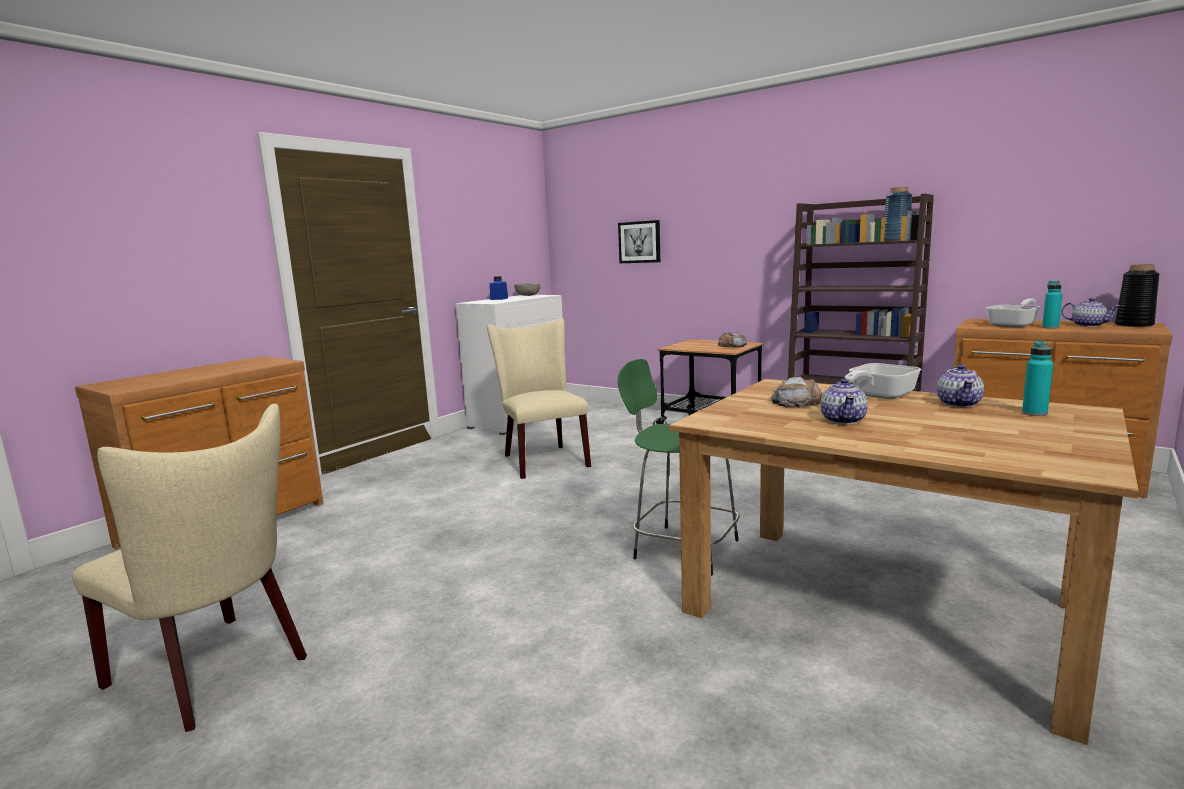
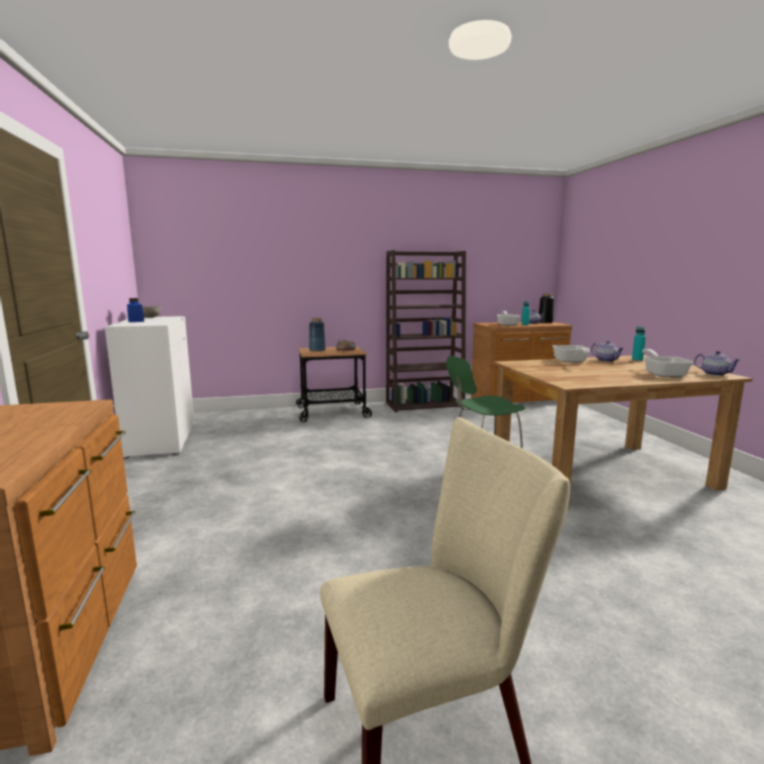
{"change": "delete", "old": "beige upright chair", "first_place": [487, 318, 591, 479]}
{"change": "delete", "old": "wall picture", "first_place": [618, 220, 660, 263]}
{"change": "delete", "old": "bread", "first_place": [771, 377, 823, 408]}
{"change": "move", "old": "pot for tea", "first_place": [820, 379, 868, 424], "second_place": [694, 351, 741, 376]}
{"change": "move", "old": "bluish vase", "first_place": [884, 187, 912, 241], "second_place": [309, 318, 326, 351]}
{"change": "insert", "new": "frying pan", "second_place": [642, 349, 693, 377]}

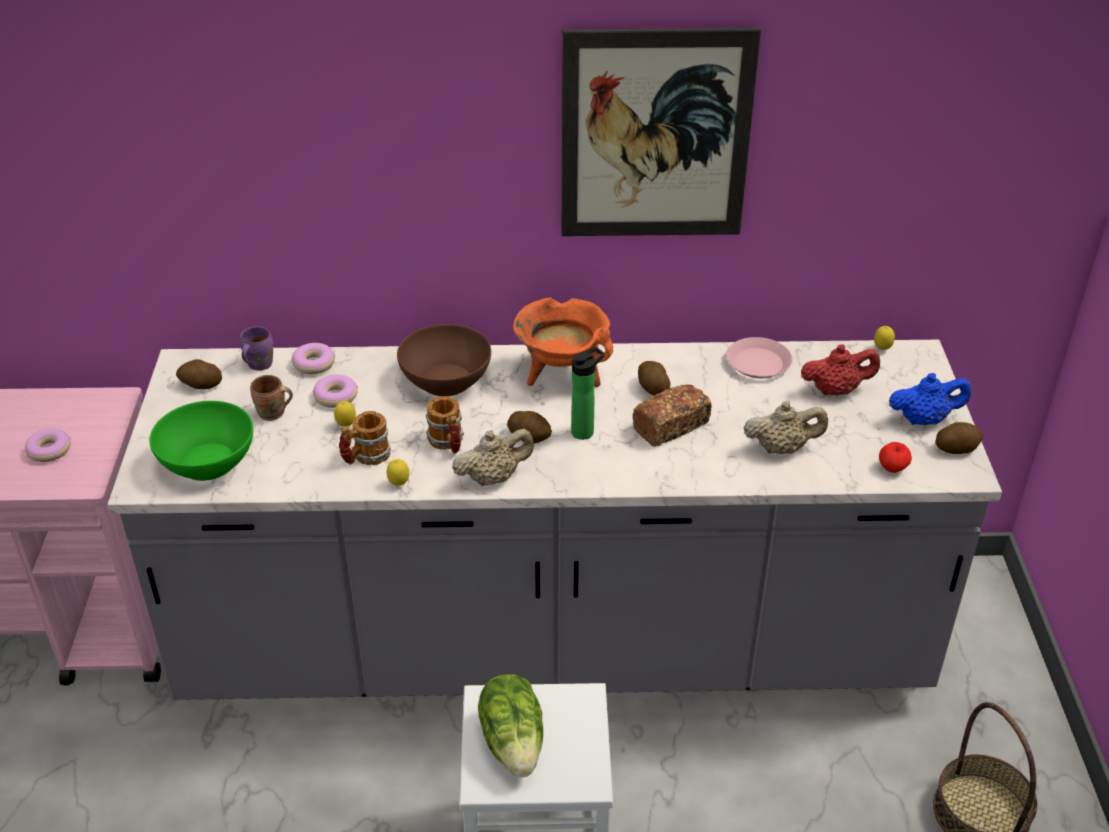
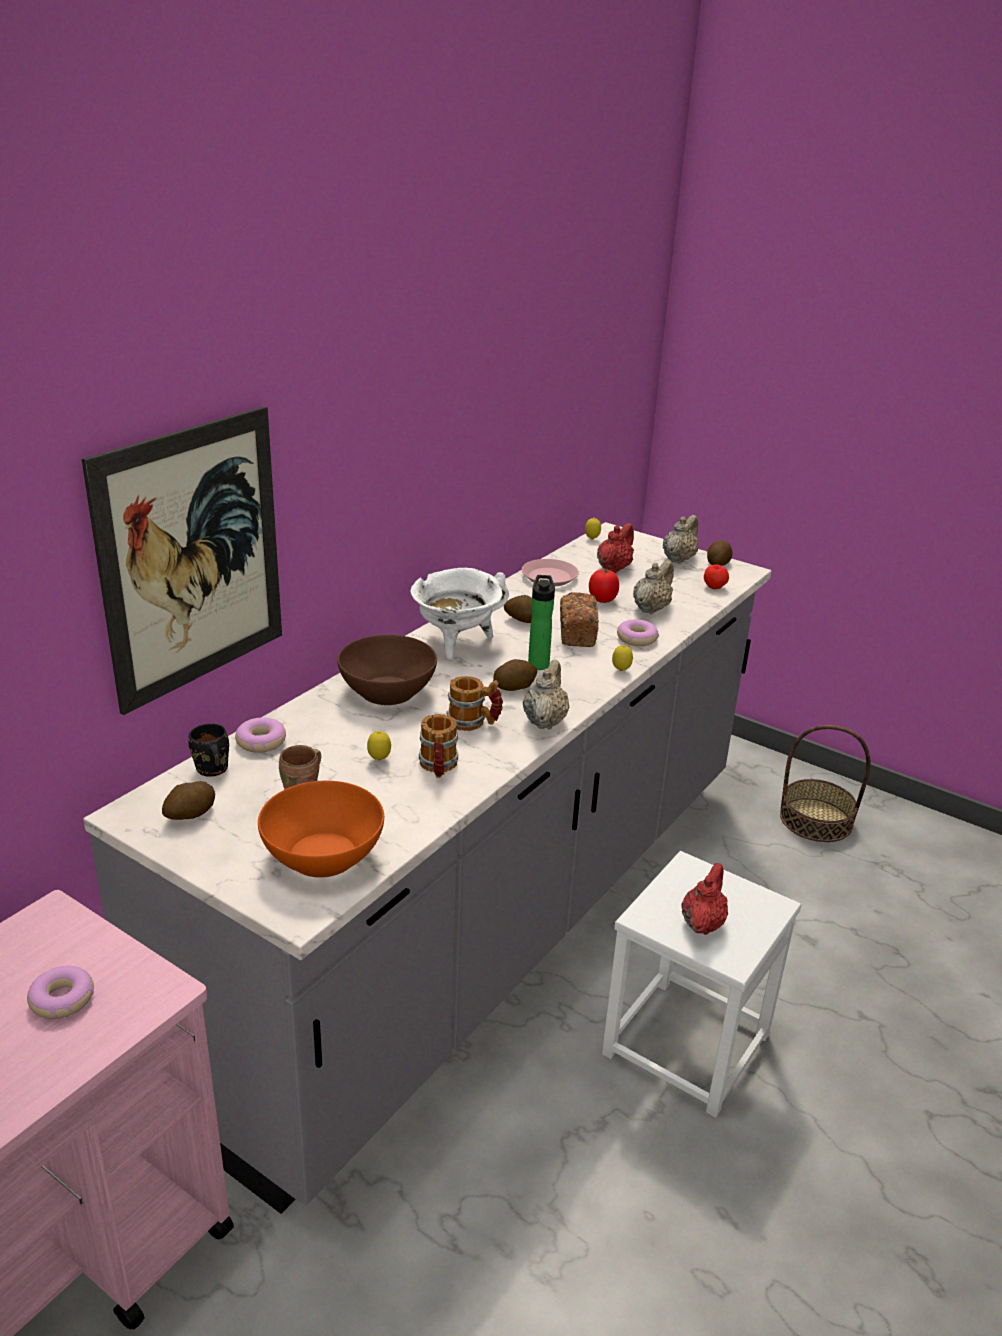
{"change": "recolor", "old": "green deep dish", "new": "orange-coloured deep dish", "first_place": [149, 401, 253, 481], "second_place": [258, 780, 384, 878]}
{"change": "recolor", "old": "purple tea mug", "new": "black-coloured tea mug", "first_place": [240, 326, 273, 371], "second_place": [188, 724, 229, 777]}
{"change": "move", "old": "donut", "first_place": [313, 374, 358, 408], "second_place": [617, 619, 659, 646]}
{"change": "move", "old": "lemon", "first_place": [387, 459, 409, 486], "second_place": [612, 645, 633, 671]}
{"change": "replace", "old": "head of lettuce", "new": "reddish pot for tea", "first_place": [478, 674, 543, 778], "second_place": [681, 863, 728, 935]}
{"change": "recolor", "old": "orange-coloured cooking pot", "new": "whitish cooking pot", "first_place": [513, 297, 613, 387], "second_place": [411, 568, 509, 661]}
{"change": "move", "old": "wall picture", "first_place": [562, 28, 761, 236], "second_place": [82, 406, 282, 715]}
{"change": "recolor", "old": "bluish pot for tea", "new": "beige pot for tea", "first_place": [889, 373, 971, 425], "second_place": [663, 515, 699, 564]}
{"change": "insert", "new": "whole tomato", "second_place": [589, 569, 619, 603]}

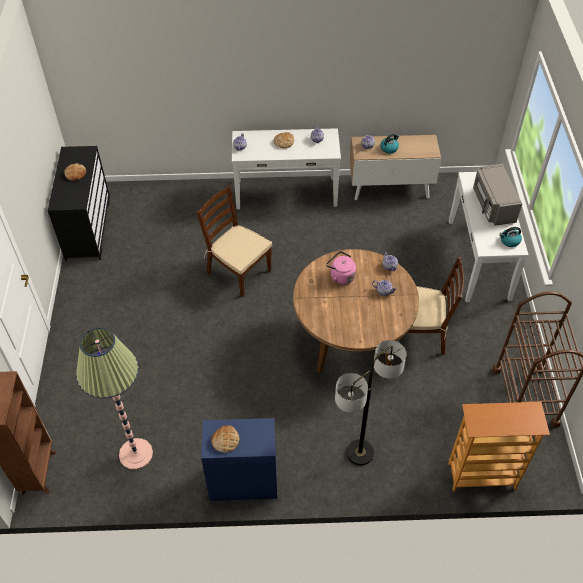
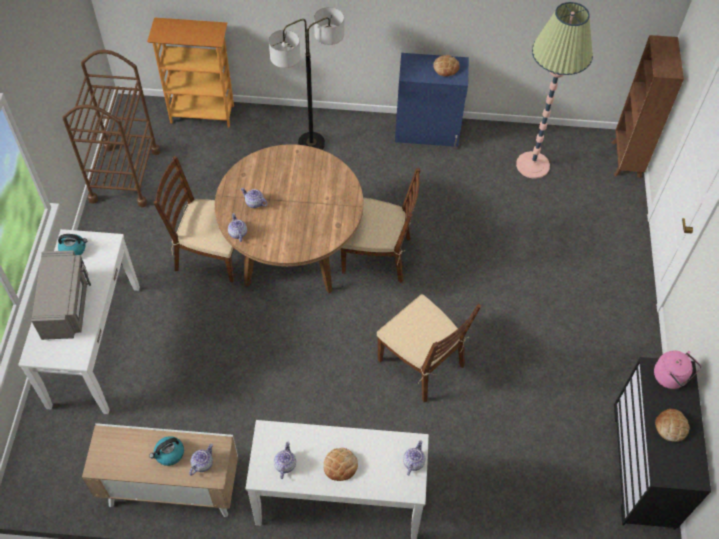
{"change": "move", "old": "pink water kettle", "first_place": [326, 251, 356, 285], "second_place": [654, 351, 701, 389]}
{"change": "insert", "new": "brown upright chair", "second_place": [341, 168, 420, 283]}

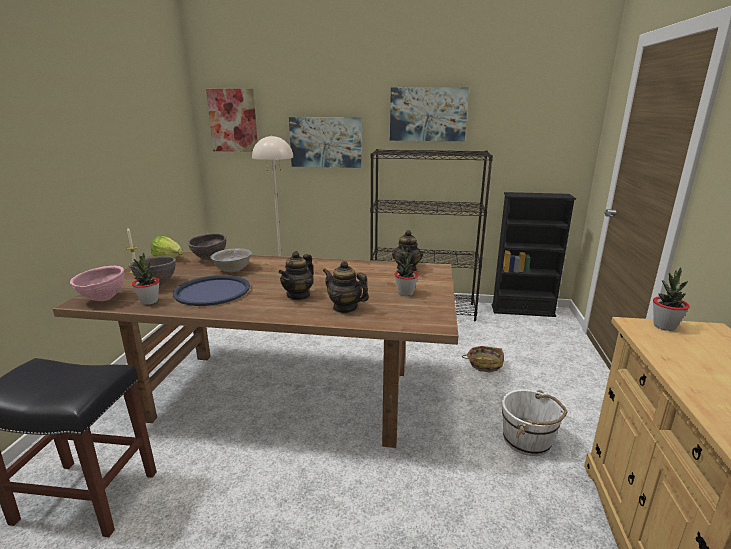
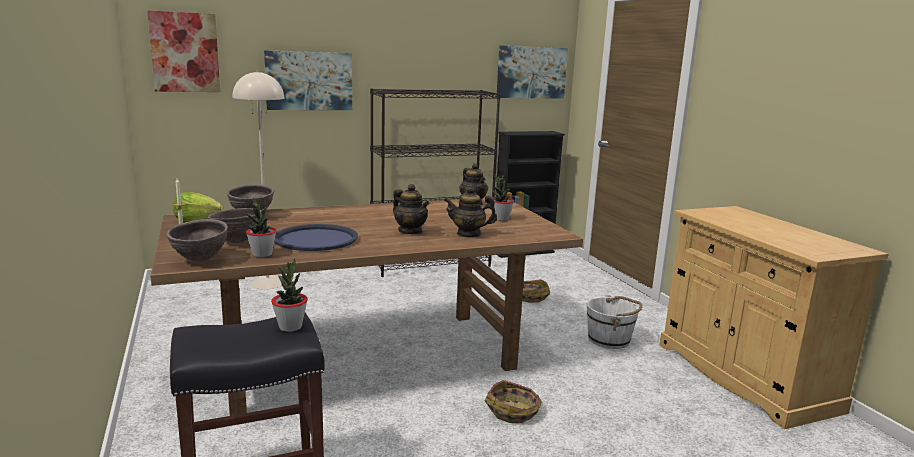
{"change": "recolor", "old": "pink deep dish", "new": "brown deep dish", "first_place": [70, 266, 124, 301], "second_place": [166, 219, 228, 262]}
{"change": "delete", "old": "whitish deep dish", "first_place": [210, 248, 252, 272]}
{"change": "rotate", "old": "pot for tea", "first_place": [278, 251, 314, 300], "second_place": [393, 184, 430, 234], "degrees": -45}
{"change": "move", "old": "wall picture", "first_place": [390, 87, 469, 141], "second_place": [496, 45, 568, 99]}
{"change": "move", "old": "potted plant", "first_place": [653, 267, 690, 331], "second_place": [271, 258, 308, 332]}
{"change": "insert", "new": "storage basket", "second_place": [485, 380, 542, 423]}

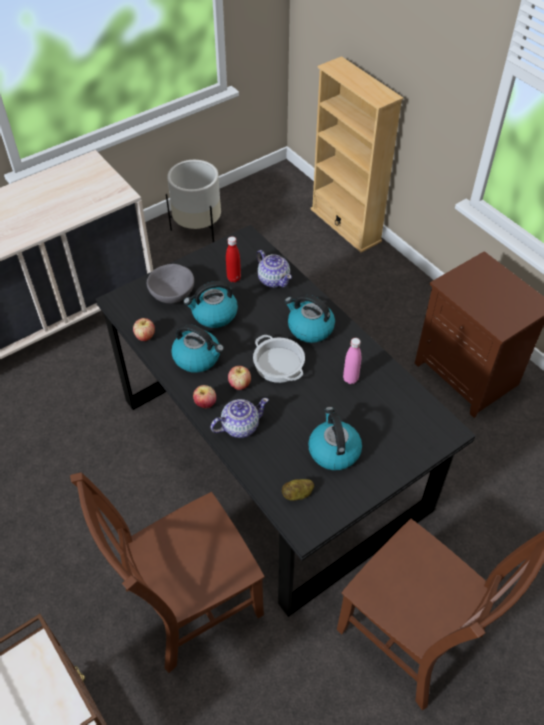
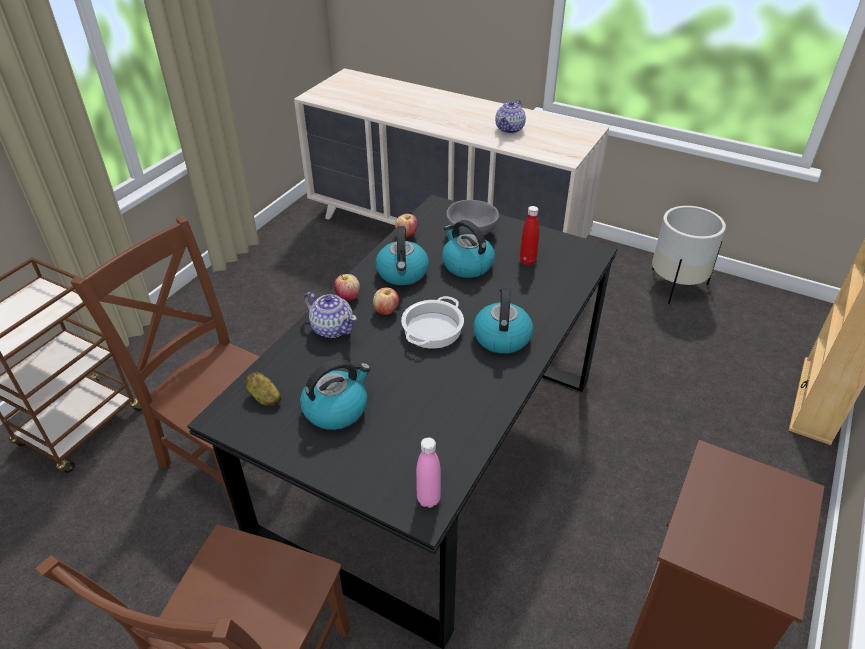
{"change": "move", "old": "pot for tea", "first_place": [256, 250, 292, 288], "second_place": [495, 100, 526, 134]}
{"change": "move", "old": "pink drink bottle", "first_place": [343, 338, 361, 384], "second_place": [416, 437, 441, 508]}

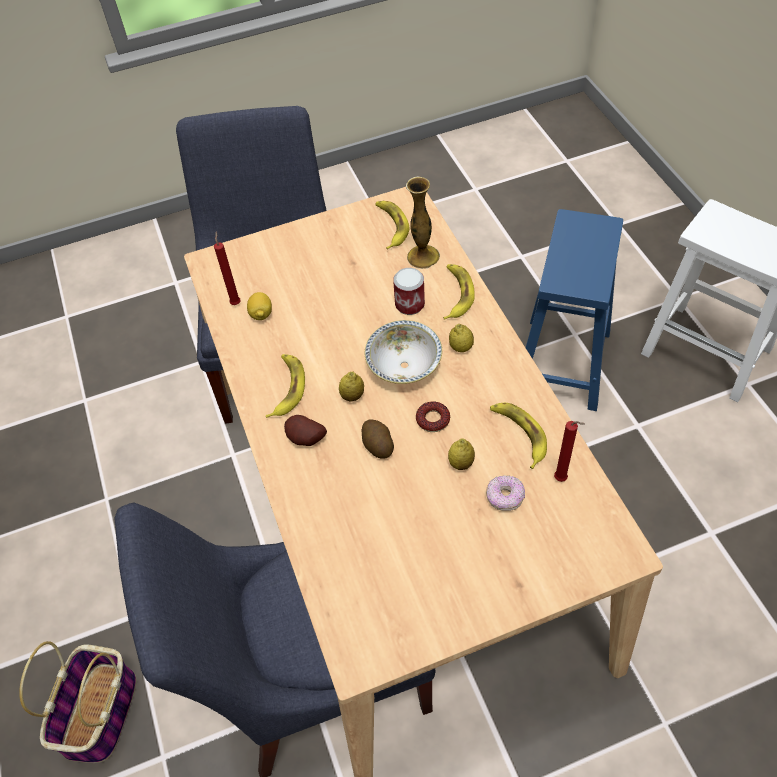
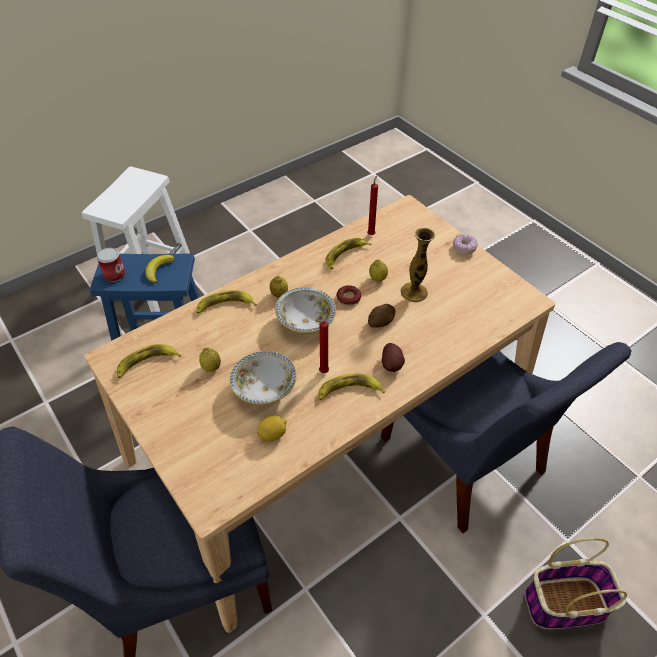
{"change": "move", "old": "reddish wax candle", "first_place": [214, 232, 241, 305], "second_place": [315, 320, 329, 373]}
{"change": "move", "old": "lemon", "first_place": [339, 371, 364, 402], "second_place": [199, 347, 221, 372]}
{"change": "move", "old": "can", "first_place": [393, 268, 425, 315], "second_place": [97, 248, 125, 282]}
{"change": "move", "old": "vase", "first_place": [406, 176, 440, 269], "second_place": [401, 228, 435, 302]}
{"change": "move", "old": "donut", "first_place": [486, 475, 525, 511], "second_place": [453, 234, 478, 255]}
{"change": "insert", "new": "banana fruit", "second_place": [145, 255, 174, 283]}
{"change": "insert", "new": "deep dish", "second_place": [230, 351, 297, 405]}

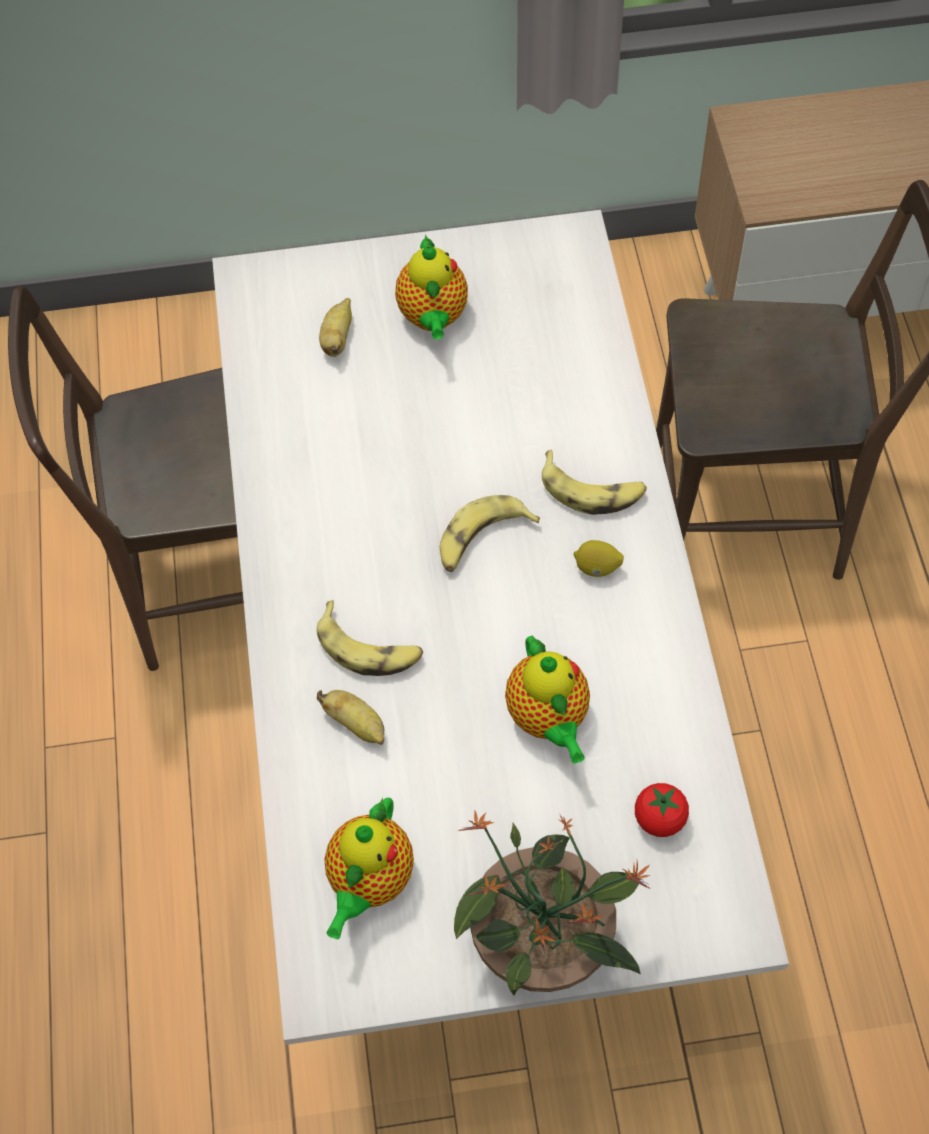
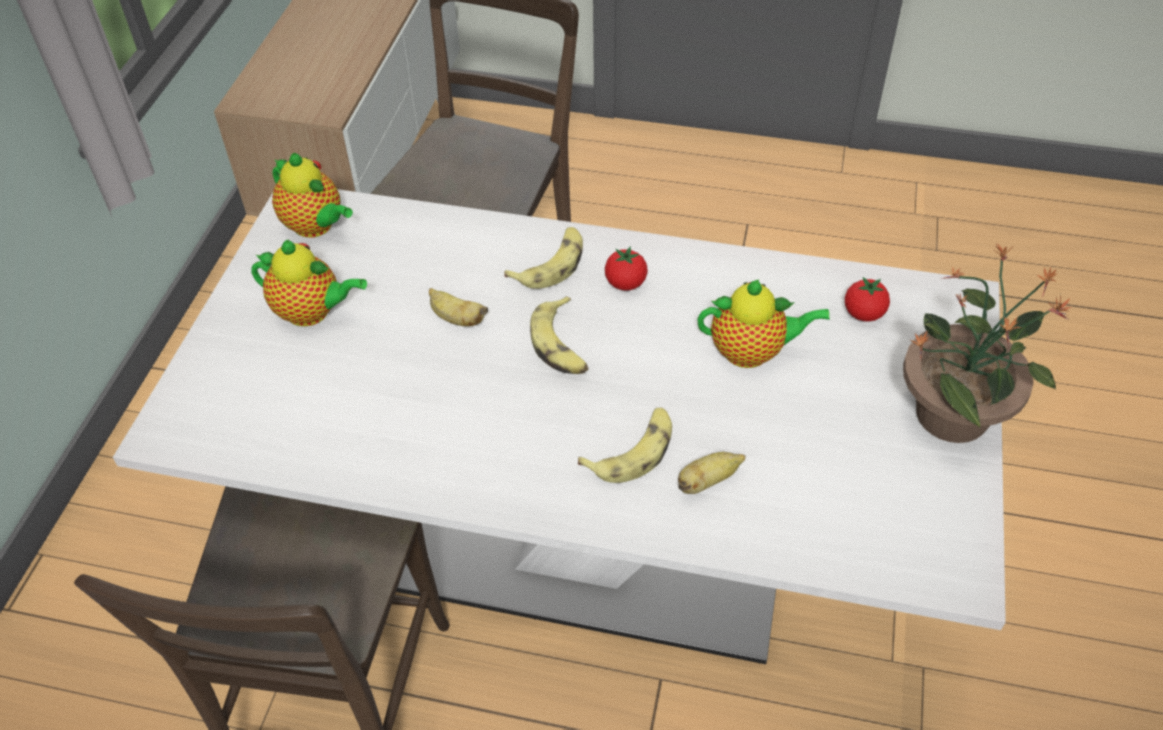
{"change": "move", "old": "banana fruit", "first_place": [319, 298, 352, 357], "second_place": [429, 288, 488, 326]}
{"change": "move", "old": "pot for tea", "first_place": [325, 798, 414, 939], "second_place": [272, 153, 353, 238]}
{"change": "replace", "old": "lemon", "new": "whole tomato", "first_place": [574, 540, 624, 577], "second_place": [605, 246, 648, 291]}

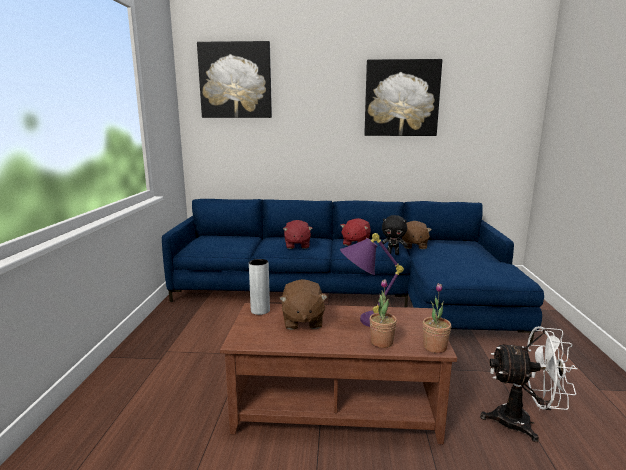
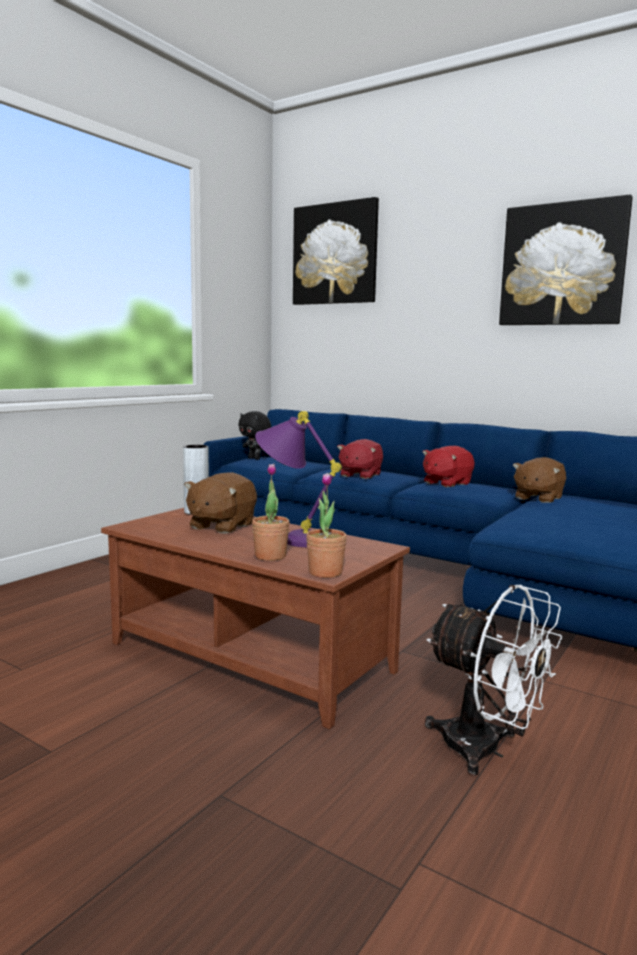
{"change": "move", "old": "black-coloured cuddly toy", "first_place": [382, 215, 408, 255], "second_place": [238, 411, 271, 460]}

